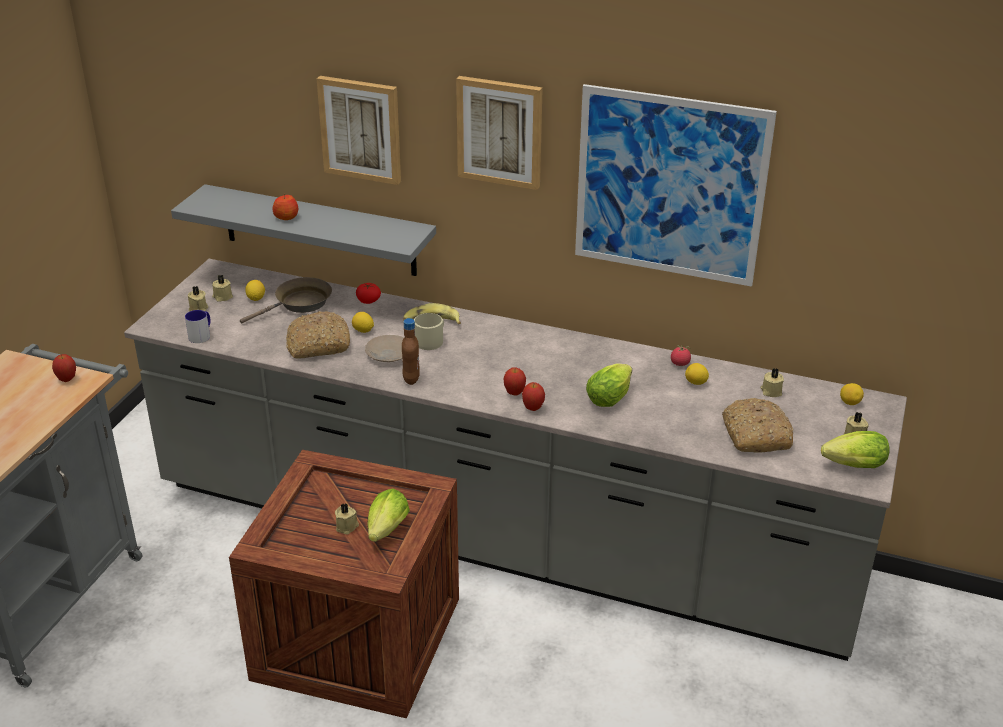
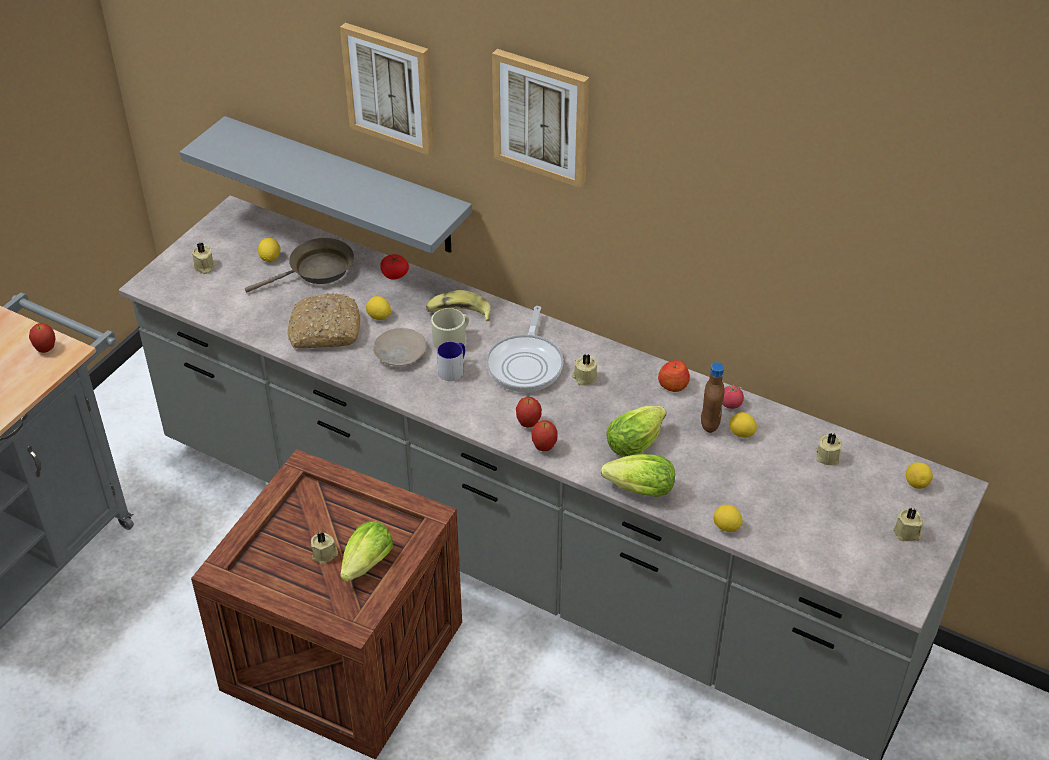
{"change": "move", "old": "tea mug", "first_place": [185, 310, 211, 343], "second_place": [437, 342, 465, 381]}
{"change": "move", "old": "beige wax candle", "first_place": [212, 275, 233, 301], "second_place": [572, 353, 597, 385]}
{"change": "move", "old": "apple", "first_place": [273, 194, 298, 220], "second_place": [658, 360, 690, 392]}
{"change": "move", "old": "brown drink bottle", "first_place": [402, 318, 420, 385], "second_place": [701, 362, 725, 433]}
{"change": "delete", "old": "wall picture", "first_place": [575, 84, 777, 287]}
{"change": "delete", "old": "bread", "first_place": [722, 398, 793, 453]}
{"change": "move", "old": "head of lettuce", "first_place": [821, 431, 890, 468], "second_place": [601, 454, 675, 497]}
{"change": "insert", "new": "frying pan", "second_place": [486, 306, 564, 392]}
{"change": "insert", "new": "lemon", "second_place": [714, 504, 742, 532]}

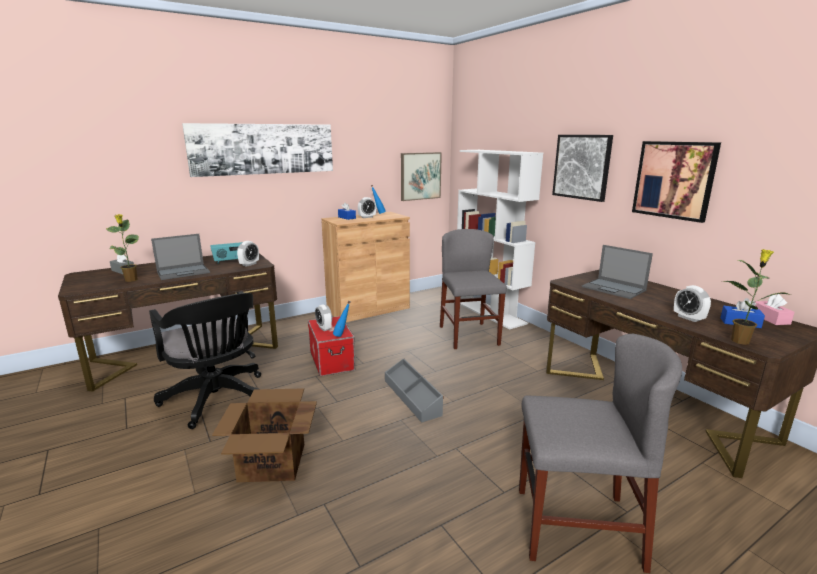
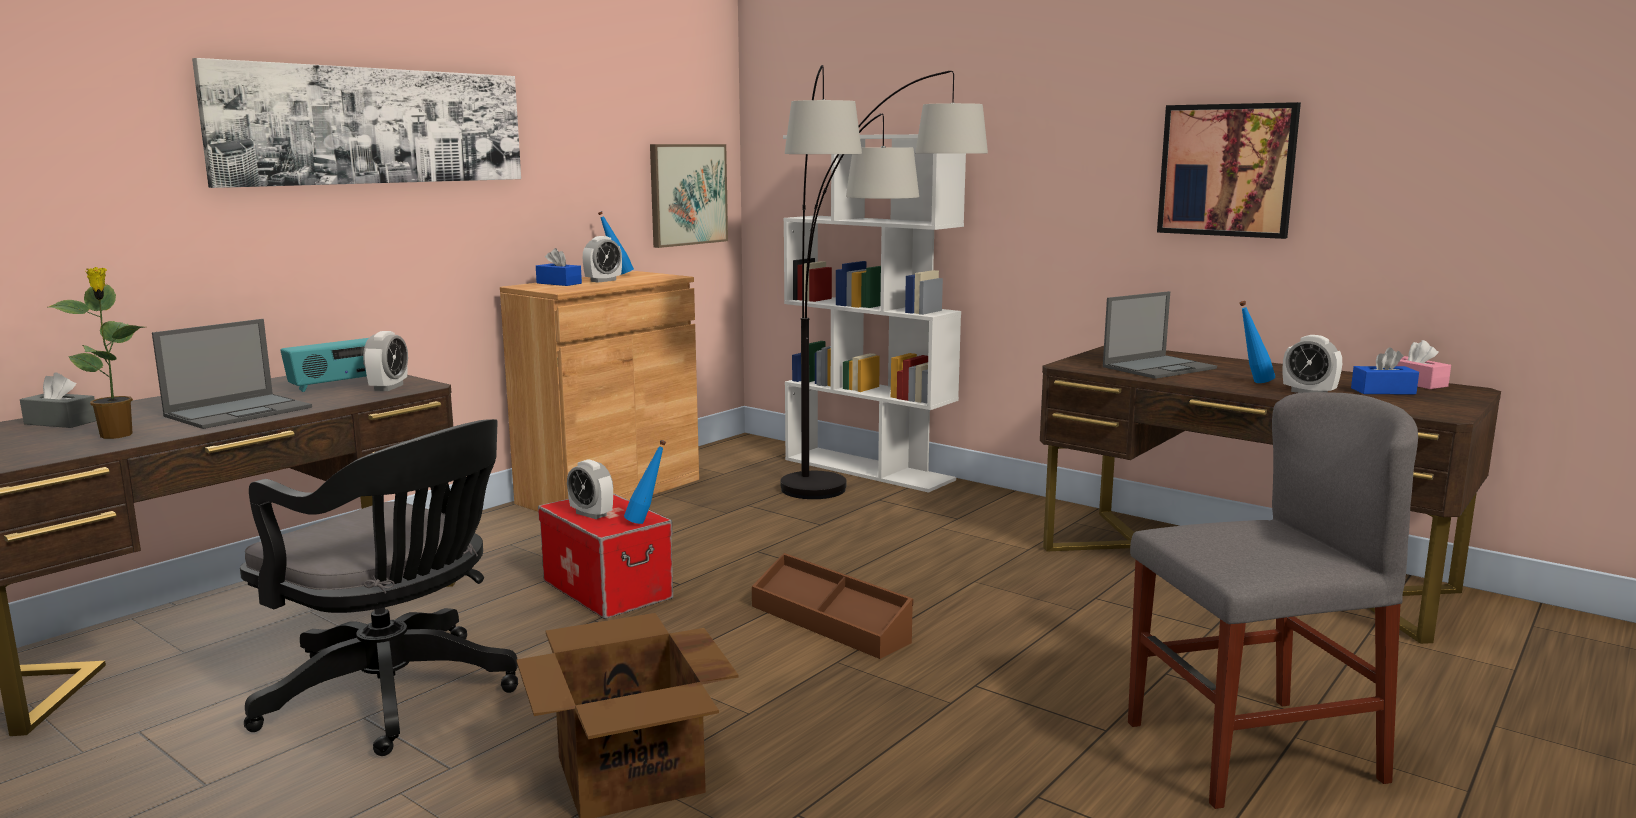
{"change": "recolor", "old": "grey storage container", "new": "brown storage container", "first_place": [385, 358, 443, 423], "second_place": [752, 553, 913, 659]}
{"change": "replace", "old": "grey upright chair", "new": "standard lamp", "first_place": [440, 229, 507, 349], "second_place": [780, 65, 988, 499]}
{"change": "delete", "old": "wall picture", "first_place": [552, 135, 613, 202]}
{"change": "rotate", "old": "laptop", "first_place": [582, 245, 653, 299], "second_place": [1103, 291, 1217, 379], "degrees": -60}
{"change": "delete", "old": "potted plant", "first_place": [721, 249, 793, 345]}
{"change": "insert", "new": "bluish drink bottle", "second_place": [1239, 301, 1275, 383]}

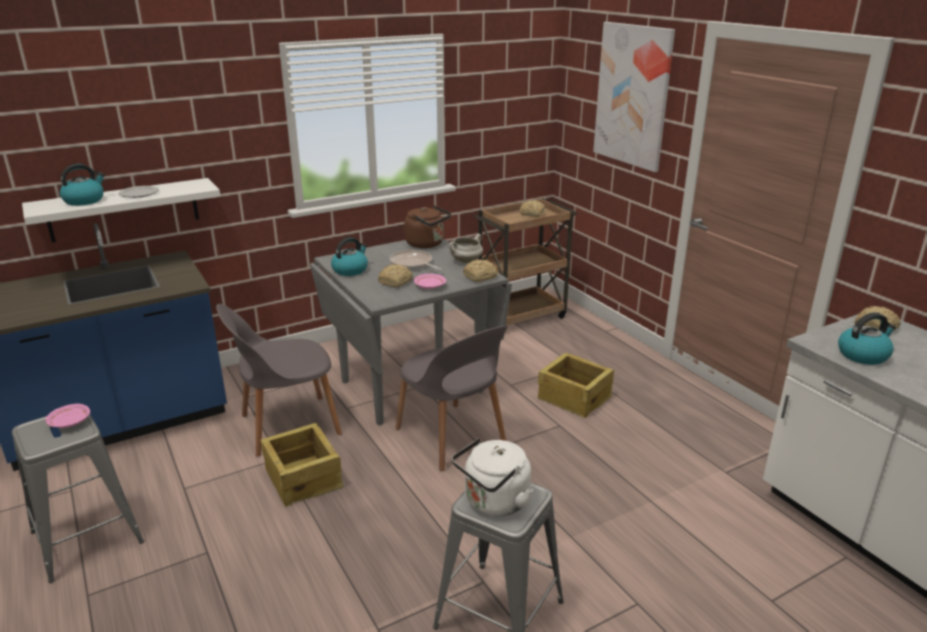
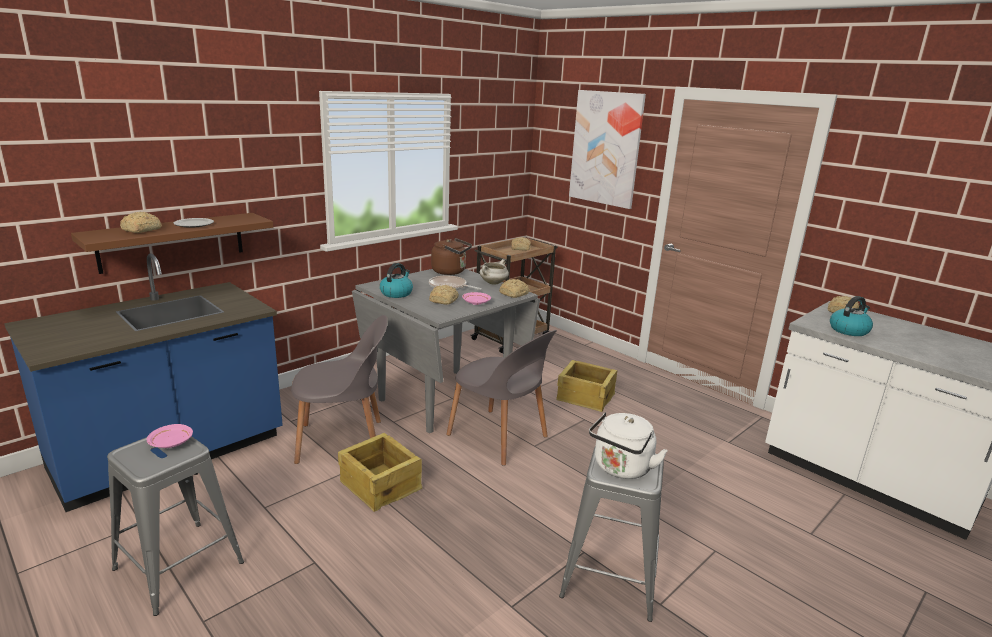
{"change": "recolor", "old": "whitish bracket shelf", "new": "brown bracket shelf", "first_place": [22, 178, 220, 242], "second_place": [71, 213, 273, 274]}
{"change": "replace", "old": "water kettle", "new": "bread", "first_place": [60, 164, 105, 206], "second_place": [120, 212, 162, 233]}
{"change": "rotate", "old": "grey upright chair", "first_place": [216, 304, 342, 457], "second_place": [291, 315, 387, 464], "degrees": -150}

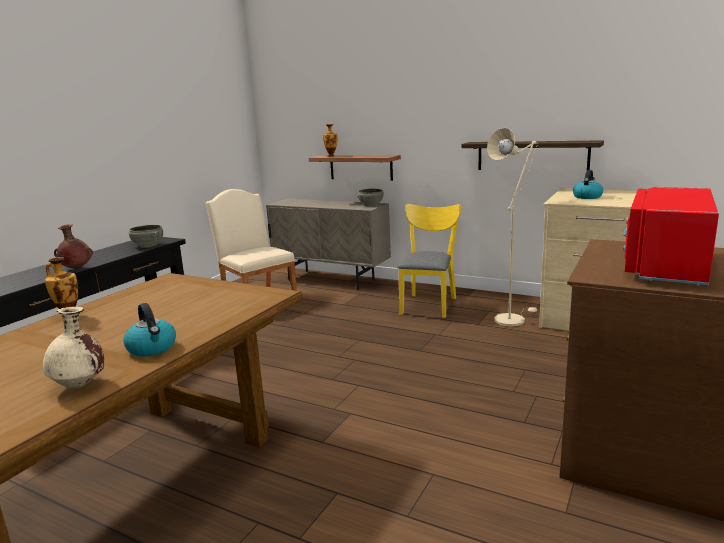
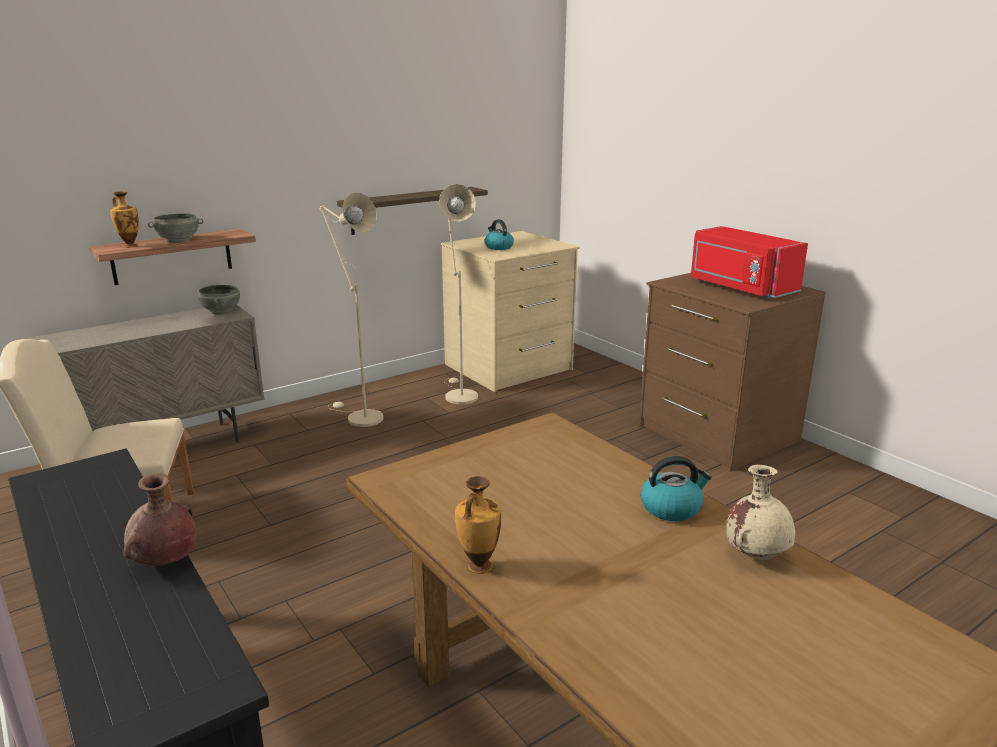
{"change": "move", "old": "grey deep dish", "first_place": [129, 225, 163, 248], "second_place": [148, 213, 203, 243]}
{"change": "replace", "old": "yellowish upright chair", "new": "beige standard lamp", "first_place": [398, 204, 461, 318], "second_place": [319, 192, 384, 427]}

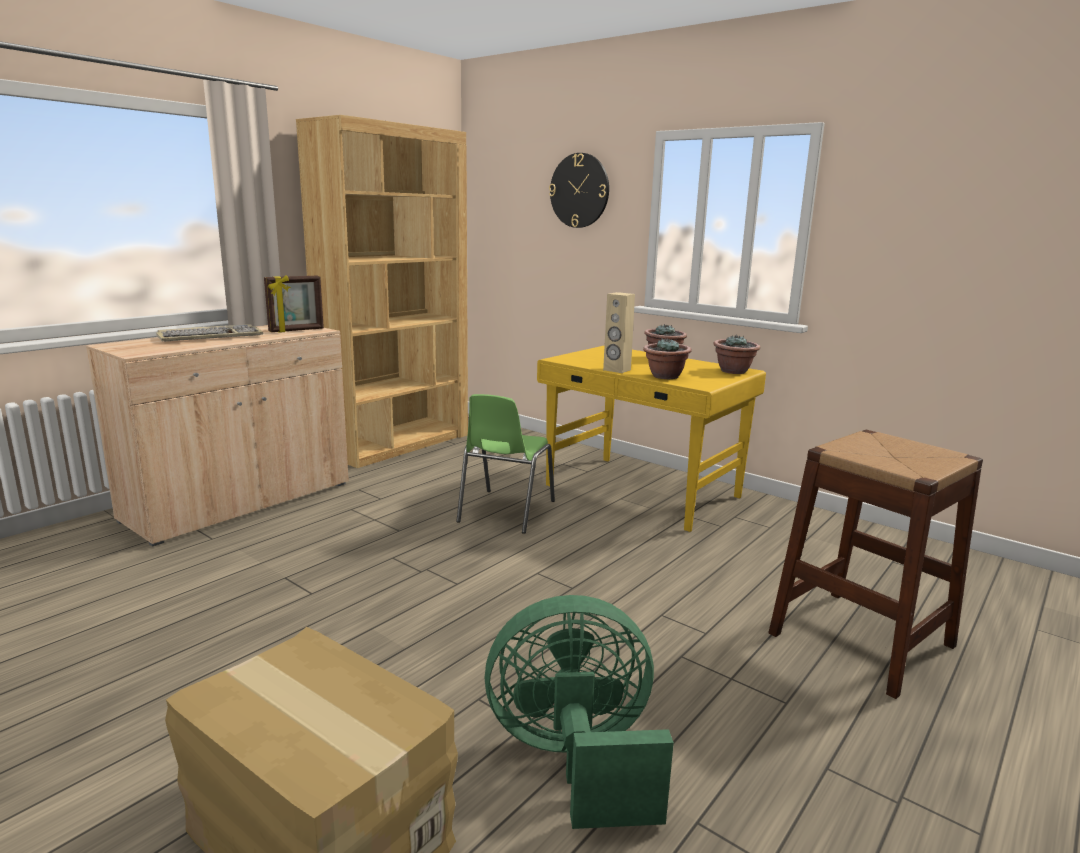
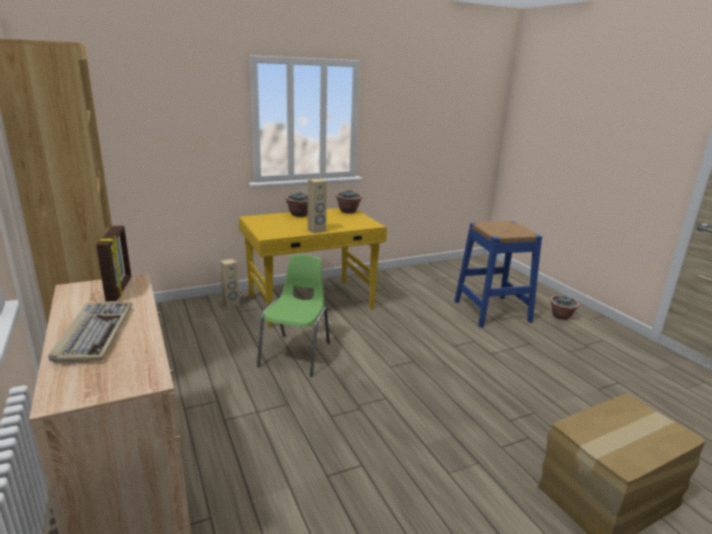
{"change": "rotate", "old": "green upright chair", "first_place": [456, 394, 555, 534], "second_place": [257, 254, 330, 376], "degrees": -120}
{"change": "delete", "old": "green electric fan", "first_place": [485, 595, 674, 829]}
{"change": "delete", "old": "clock on the wall", "first_place": [549, 153, 609, 228]}
{"change": "move", "old": "potted plant", "first_place": [643, 338, 692, 379], "second_place": [550, 295, 580, 320]}
{"change": "recolor", "old": "brown sitting stool", "new": "bluish sitting stool", "first_place": [768, 430, 983, 699], "second_place": [454, 221, 542, 328]}
{"change": "insert", "new": "beige loudspeaker", "second_place": [220, 259, 240, 308]}

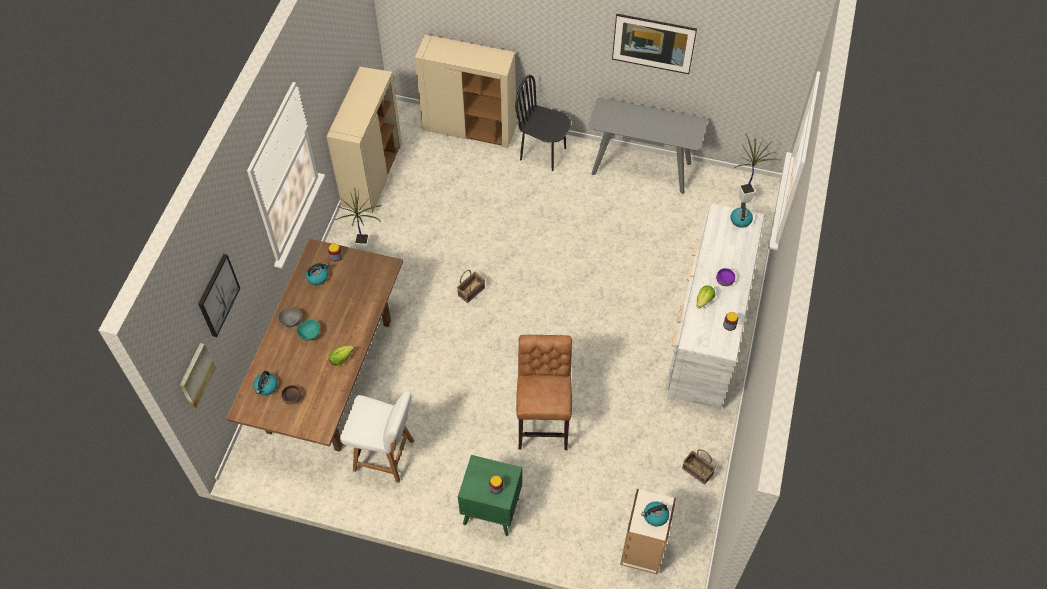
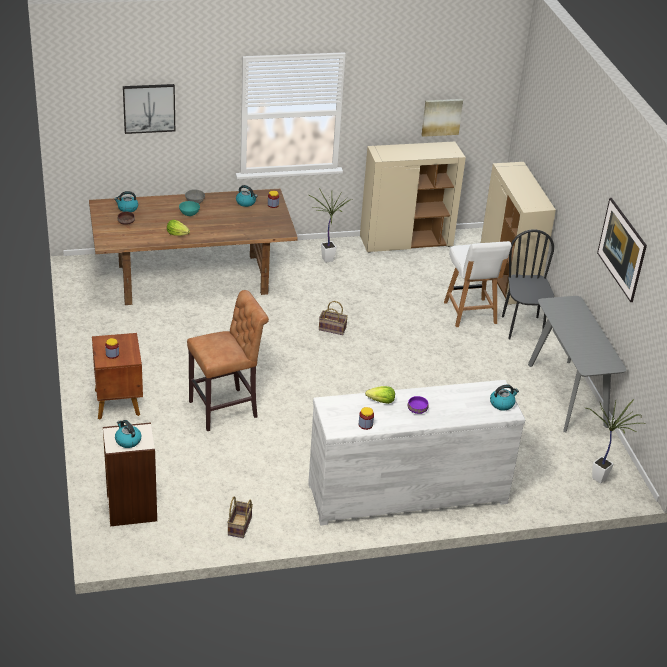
{"change": "move", "old": "wall picture", "first_place": [180, 343, 216, 409], "second_place": [422, 99, 463, 137]}
{"change": "move", "old": "whitish upright chair", "first_place": [340, 392, 414, 483], "second_place": [444, 241, 512, 327]}
{"change": "recolor", "old": "green night table", "new": "brown night table", "first_place": [458, 455, 522, 536], "second_place": [92, 333, 143, 420]}

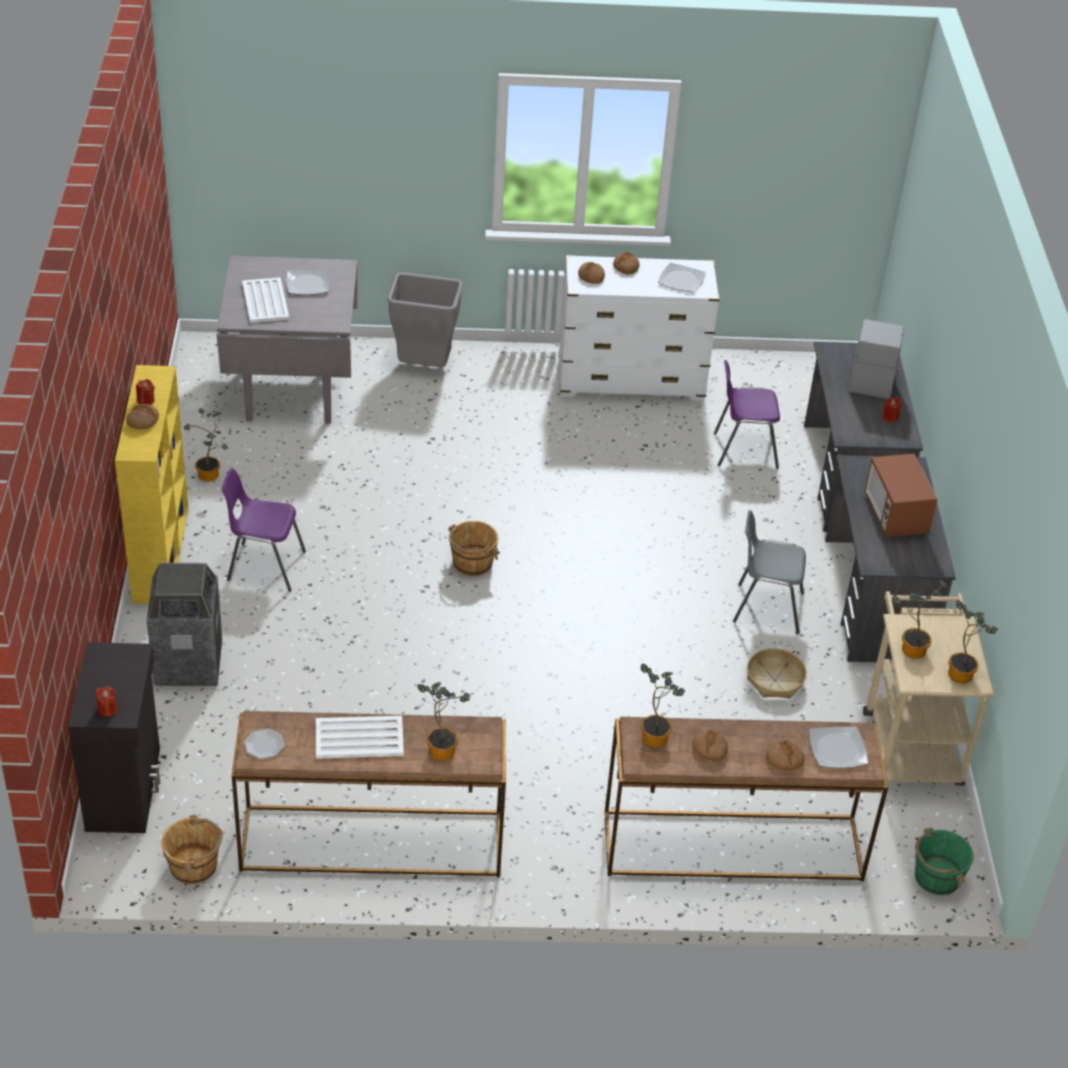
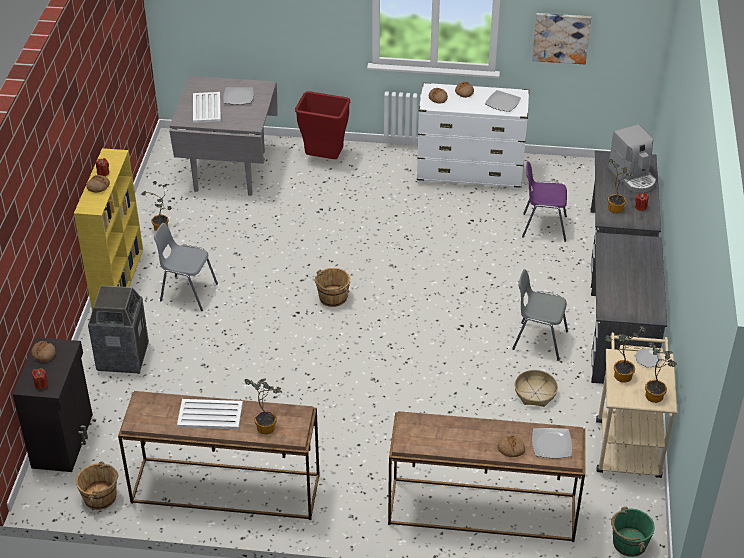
{"change": "recolor", "old": "purple upright chair", "new": "grey upright chair", "first_place": [222, 468, 306, 592], "second_place": [154, 223, 218, 311]}
{"change": "move", "old": "flat dish", "first_place": [244, 729, 284, 759], "second_place": [635, 348, 662, 368]}
{"change": "recolor", "old": "grey trash can", "new": "reddish trash can", "first_place": [387, 272, 463, 367], "second_place": [295, 91, 350, 159]}
{"change": "move", "old": "potted plant", "first_place": [641, 664, 685, 748], "second_place": [608, 159, 635, 213]}
{"change": "move", "old": "bread", "first_place": [692, 730, 728, 761], "second_place": [31, 341, 55, 362]}
{"change": "rotate", "old": "coffee machine", "first_place": [849, 320, 904, 399], "second_place": [608, 124, 656, 193], "degrees": 135}
{"change": "delete", "old": "microwave", "first_place": [865, 454, 938, 537]}
{"change": "insert", "new": "wall picture", "second_place": [532, 13, 591, 64]}

